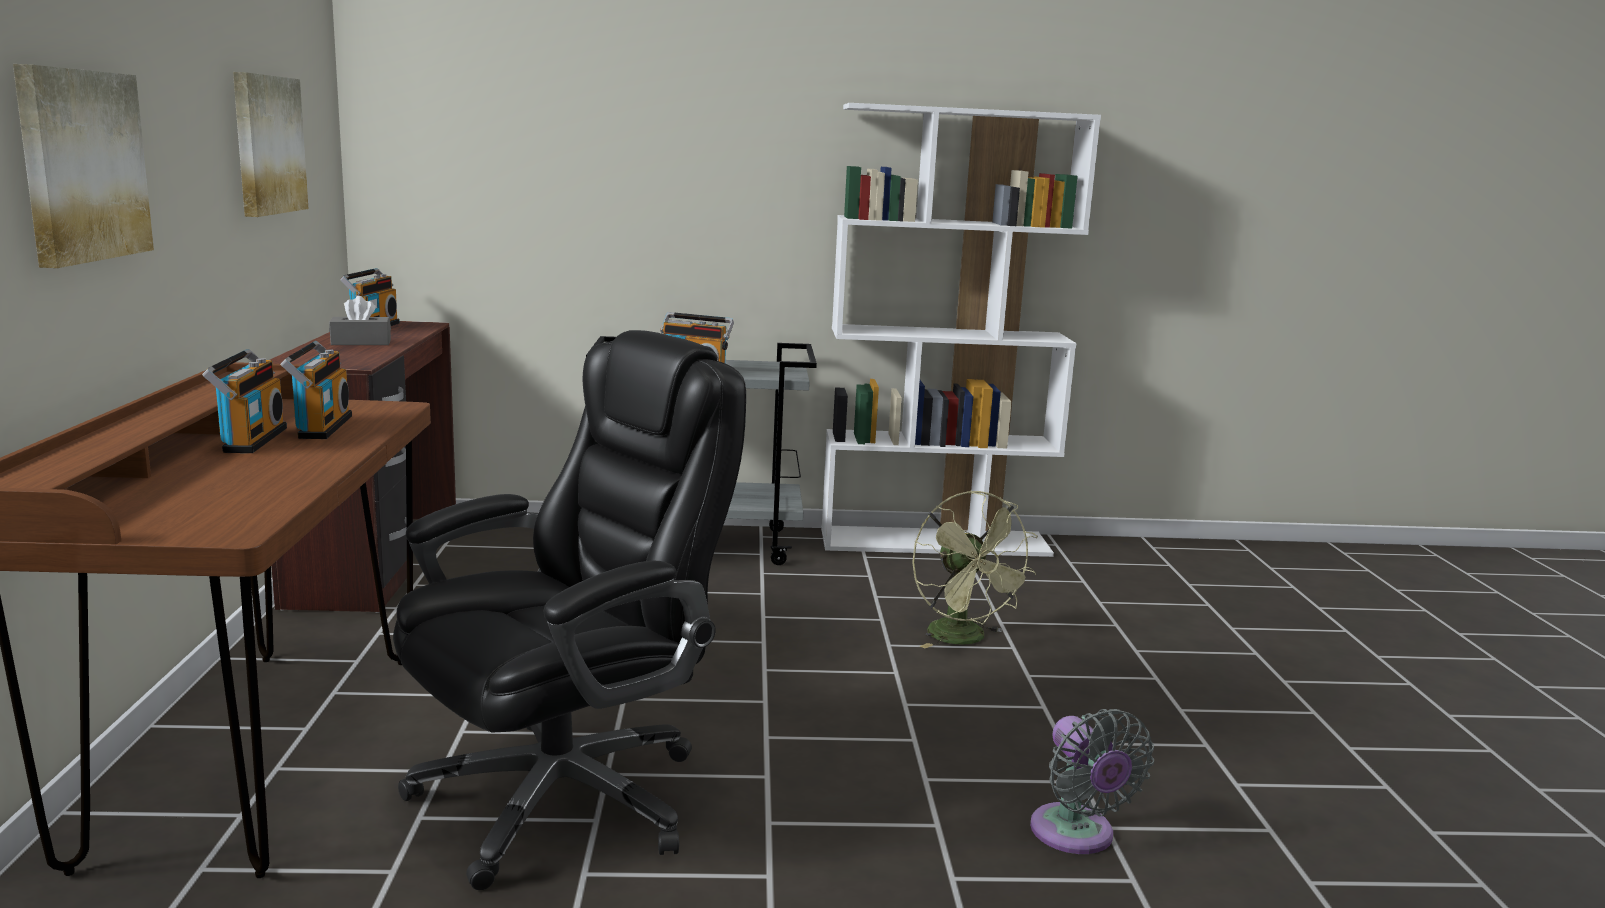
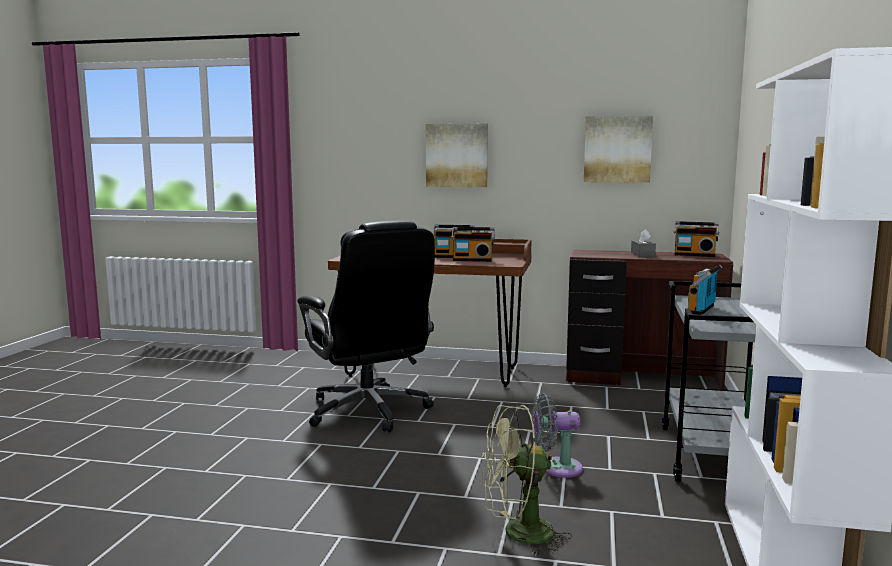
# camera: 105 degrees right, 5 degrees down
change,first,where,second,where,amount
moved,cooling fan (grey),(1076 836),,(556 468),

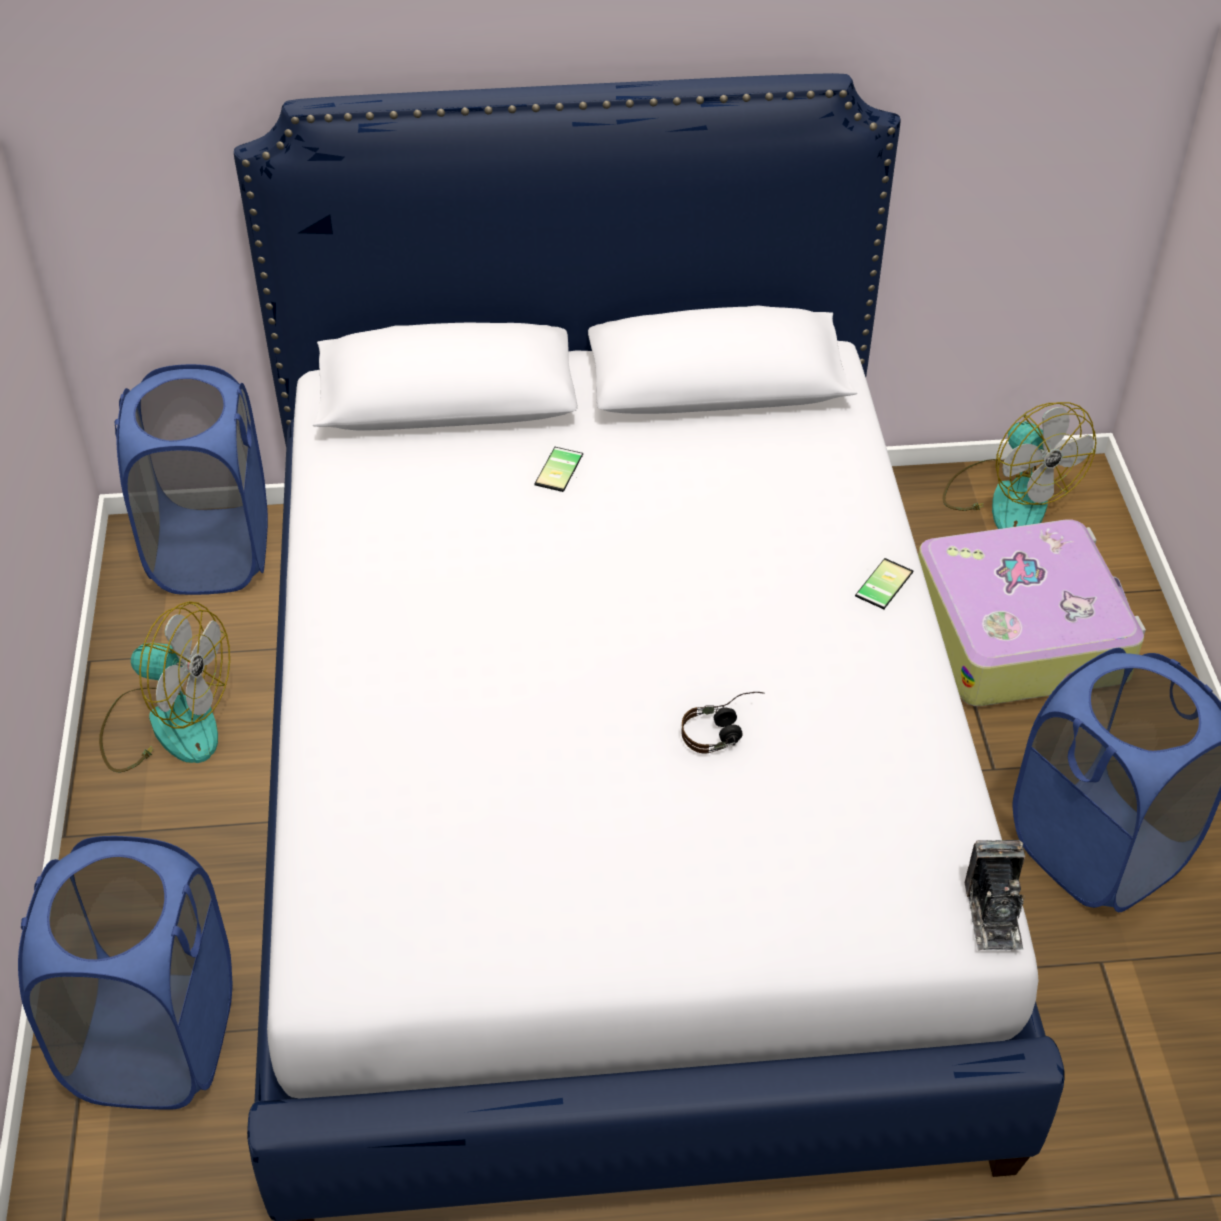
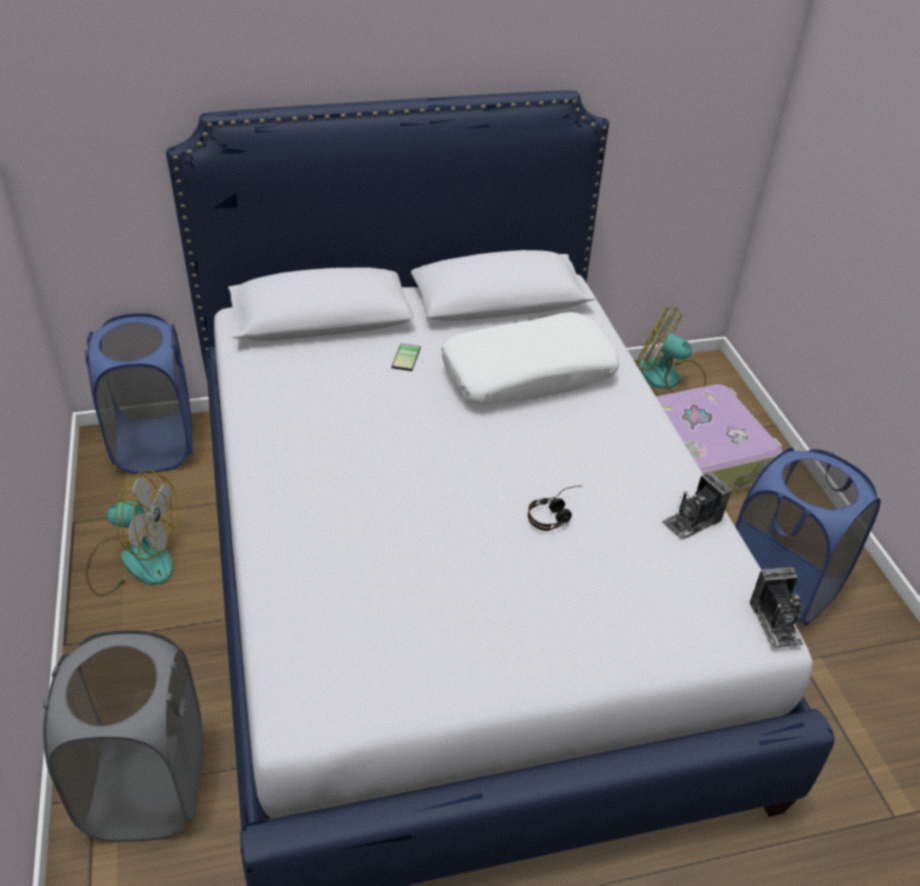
# camera: 10 degrees left, 5 degrees down
change,first,where,second,where,amount
turned,cooling fan,(1008 497),,(669 378),150 degrees clockwise
removed,handset,(881 582),,,
recoloured,hamper (blue-coloured),(154 1040),hamper (grey),(147 787),
added,,,pillow (whitish),(528 373),
added,,,still camera,(692 521),

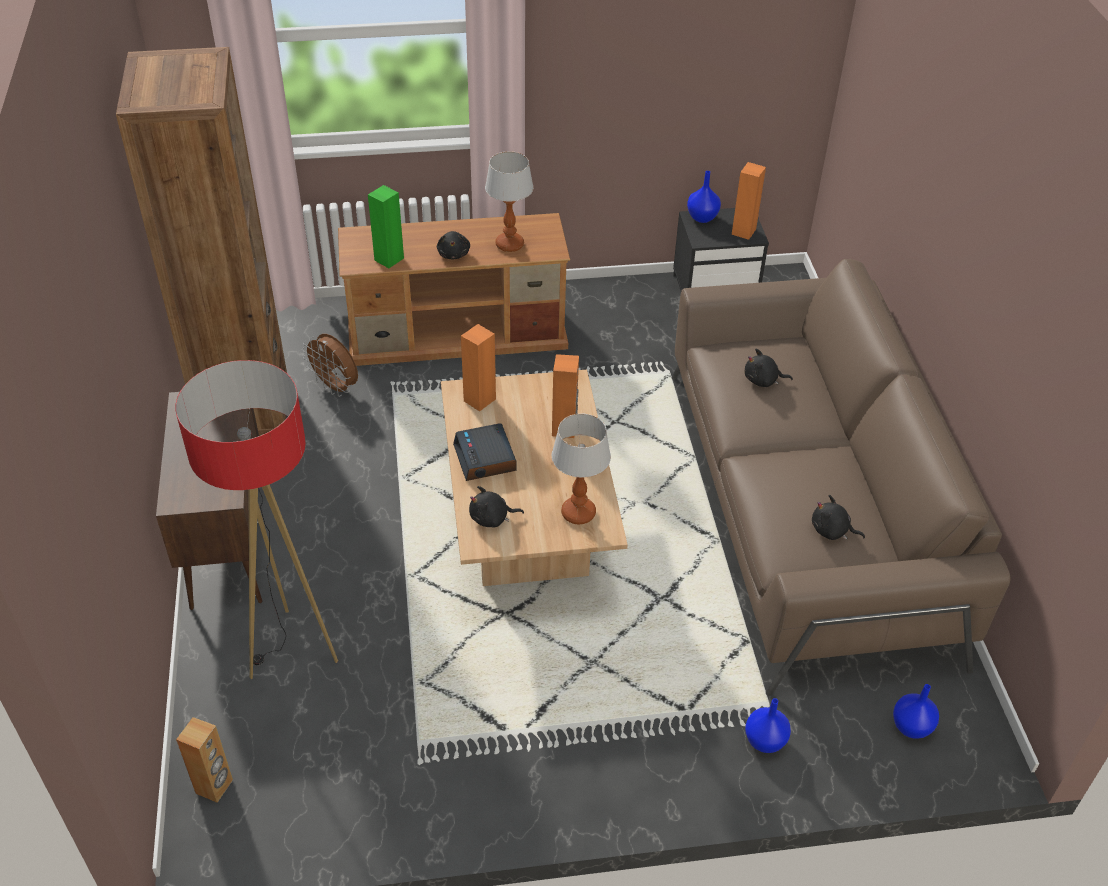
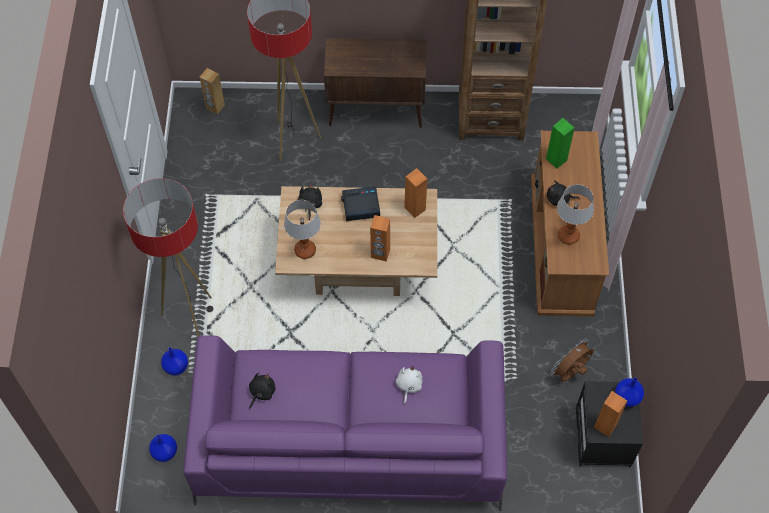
# camera: 100 degrees right, 15 degrees up
change,first,where,second,where,amount
recoloured,couch (brown),(806 510),couch (purple-coloured),(349 441),
moved,cooling fan (brown),(336 387),,(570 373),
recoloured,cuddly toy (black),(763 380),cuddly toy (whitish),(408 386),
added,,,floor lamp,(191 318),

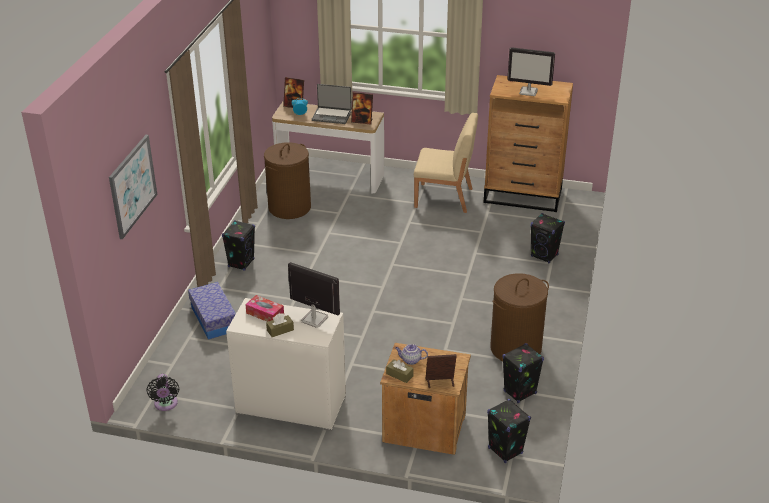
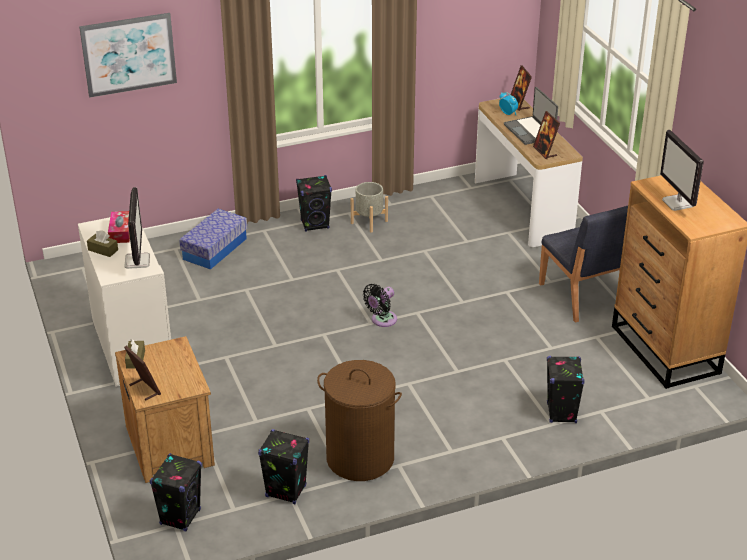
# camera: 55 degrees right, 0 degrees up
change,first,where,second,where,amount
recoloured,upright chair (beige),(444 198),upright chair (blue-coloured),(584 296),
removed,hamper (brown),(289 207),,,
removed,pot for tea,(410 360),,,
moved,cooling fan (black),(166 404),,(382 320),
added,,,planter (grey),(369 222),

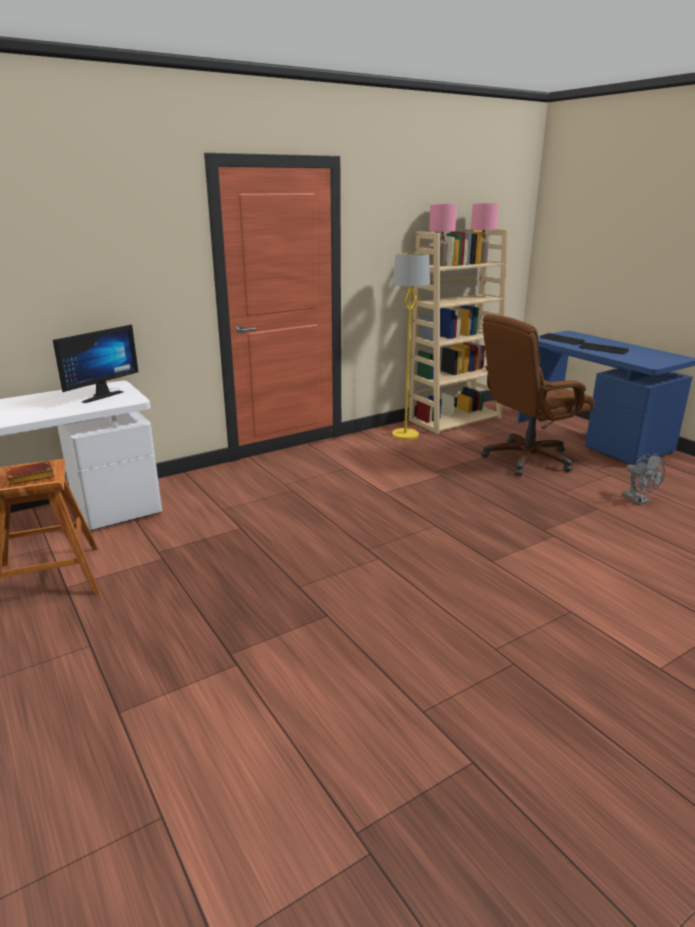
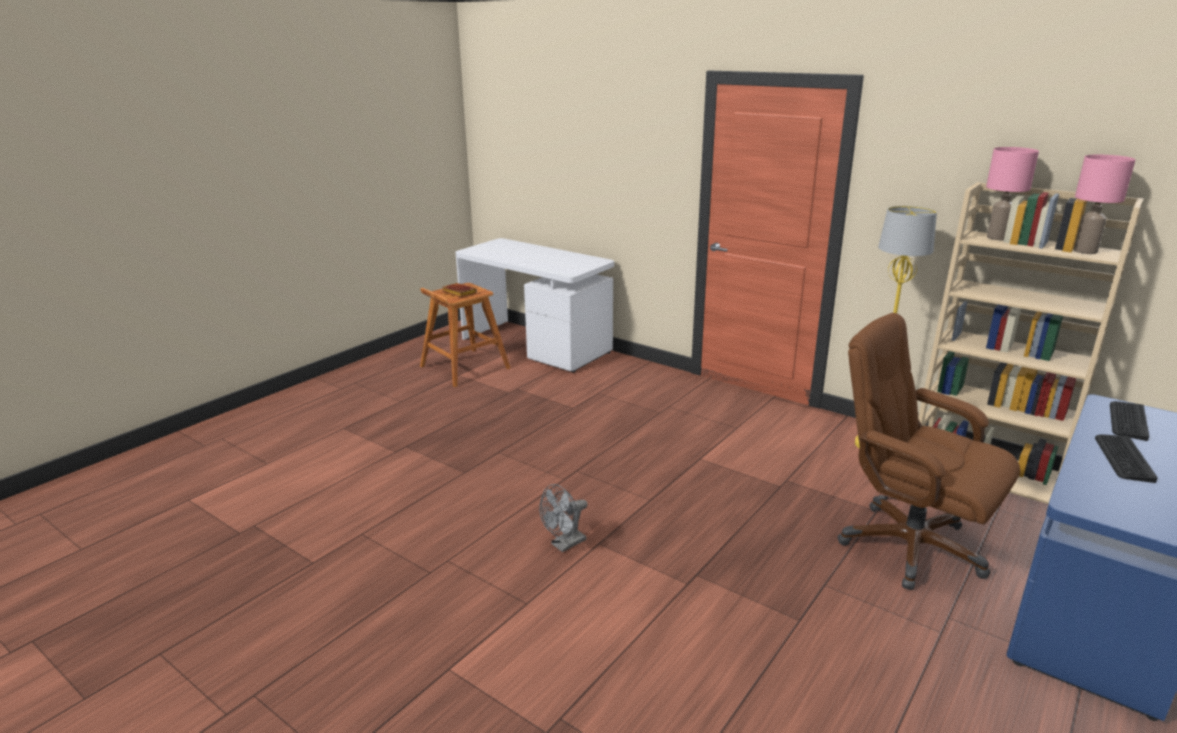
# camera: 70 degrees right, 0 degrees up
change,first,where,second,where,amount
removed,monitor,(99 396),,,
moved,cooling fan (grey),(638 500),,(564 545),

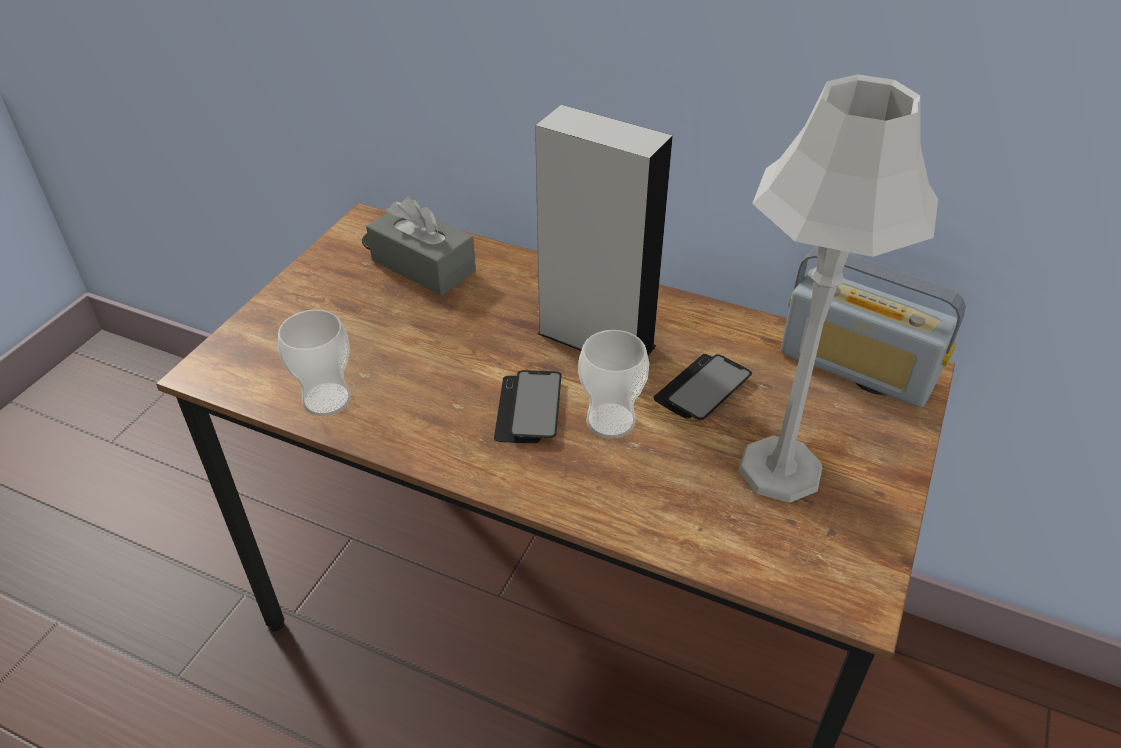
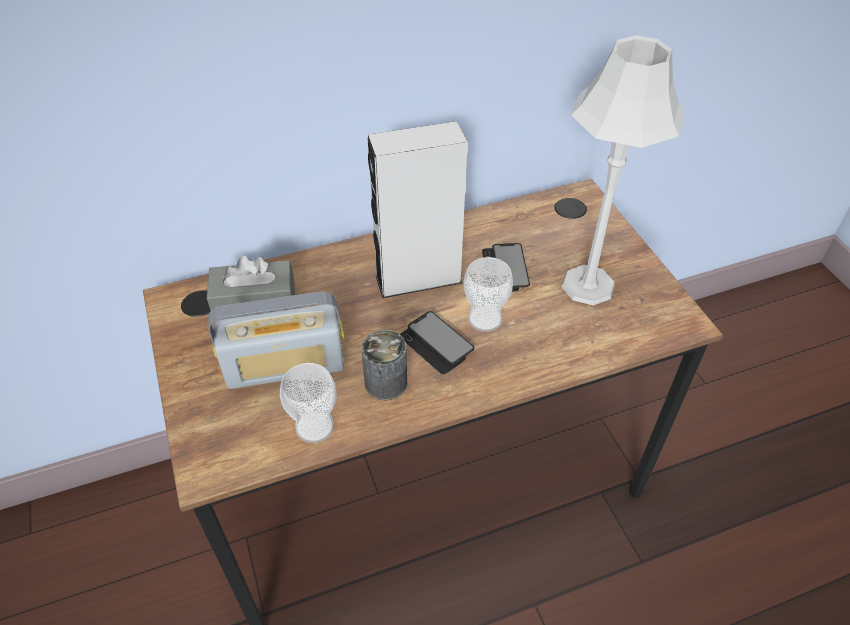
# camera: 45 degrees left, 5 degrees up
change,first,where,second,where,amount
moved,radio,(857 368),,(285 366),
added,,,metal can,(386 382),

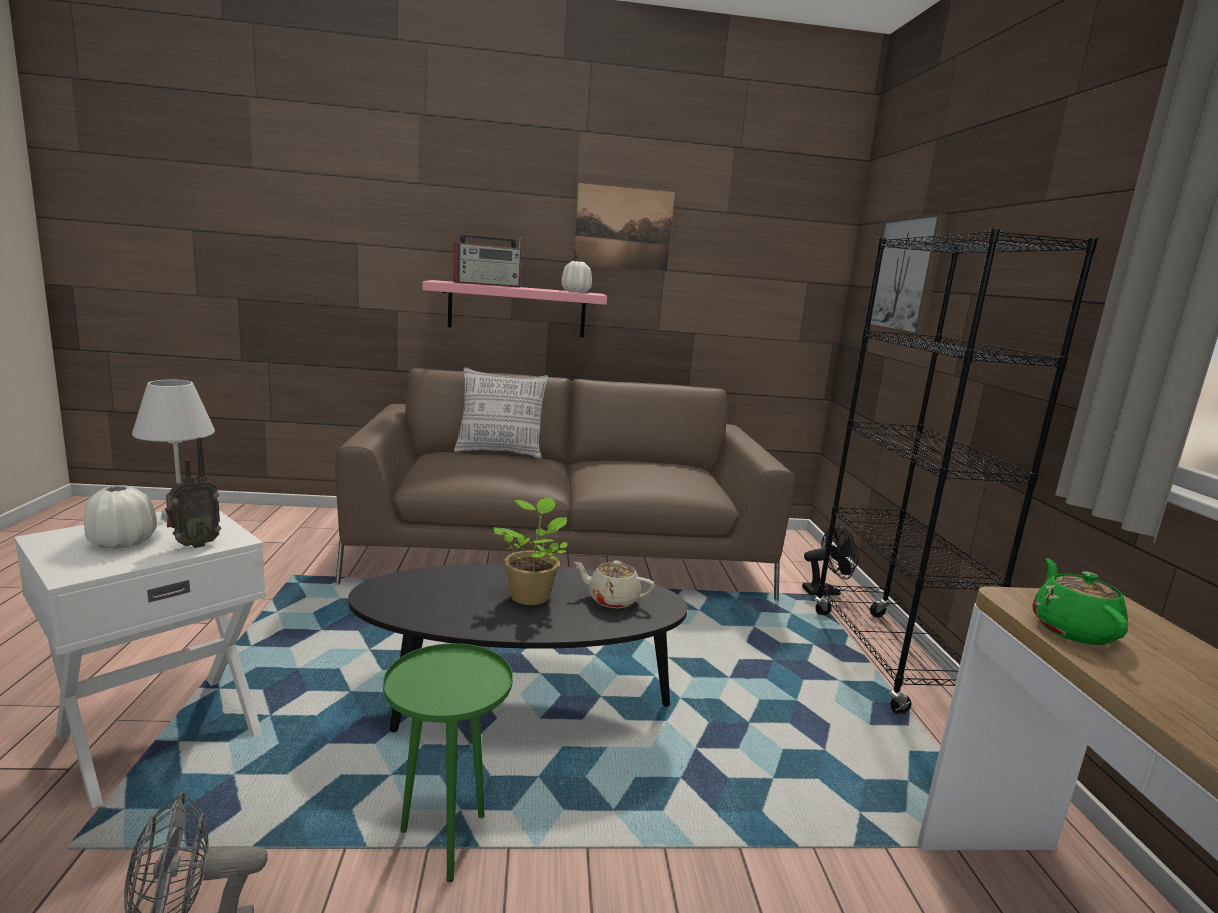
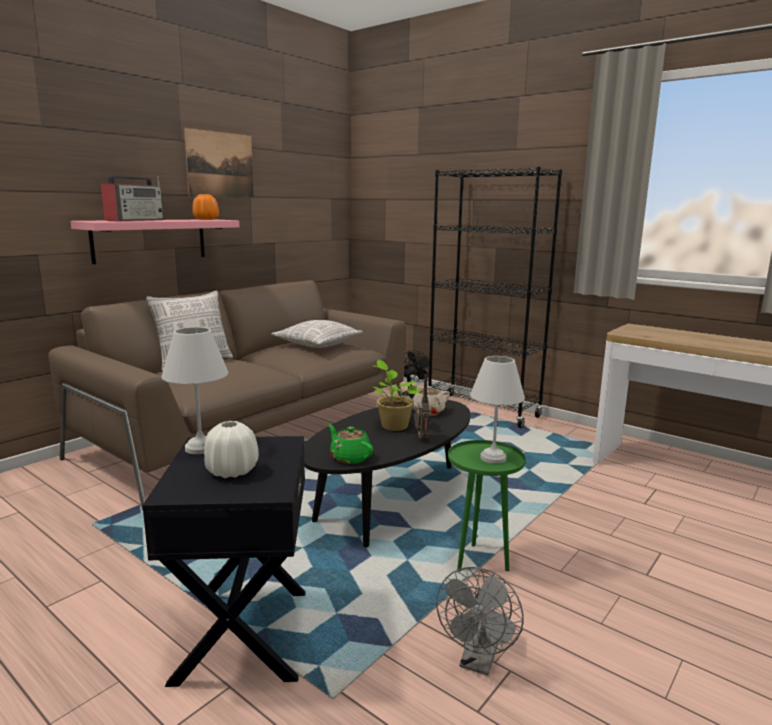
# camera: 45 degrees left, 0 degrees up
change,first,where,second,where,amount
removed,wall art,(906 275),,,
recoloured,vase (whitish),(575 292),vase (orangey),(206 219),
moved,radio,(194 544),,(421 440),
recoloured,side table (whitish),(160 733),side table (black),(241 635),
moved,pot for tea (green),(1072 630),,(350 457),
added,,,pillow,(318 345),
added,,,table lamp (whitish),(494 458),

